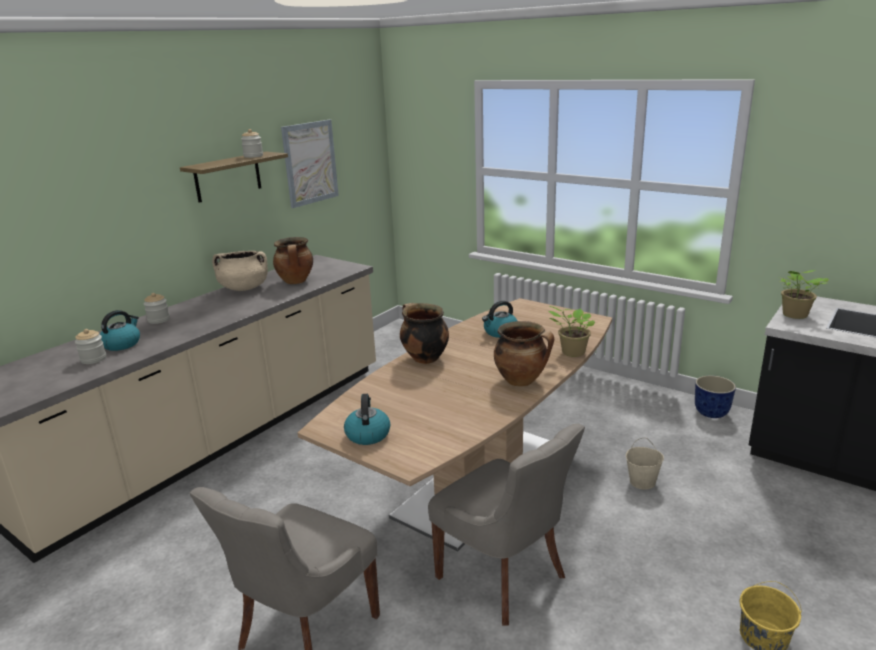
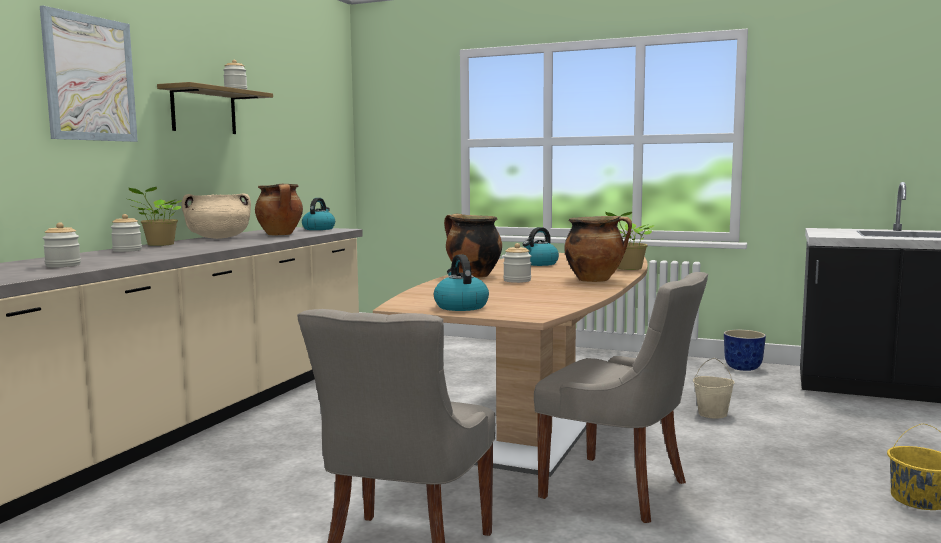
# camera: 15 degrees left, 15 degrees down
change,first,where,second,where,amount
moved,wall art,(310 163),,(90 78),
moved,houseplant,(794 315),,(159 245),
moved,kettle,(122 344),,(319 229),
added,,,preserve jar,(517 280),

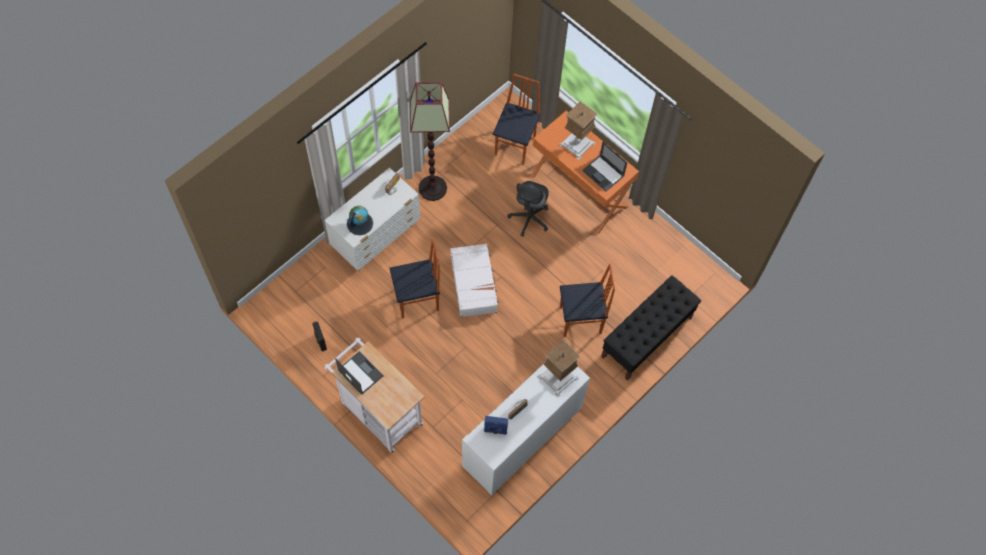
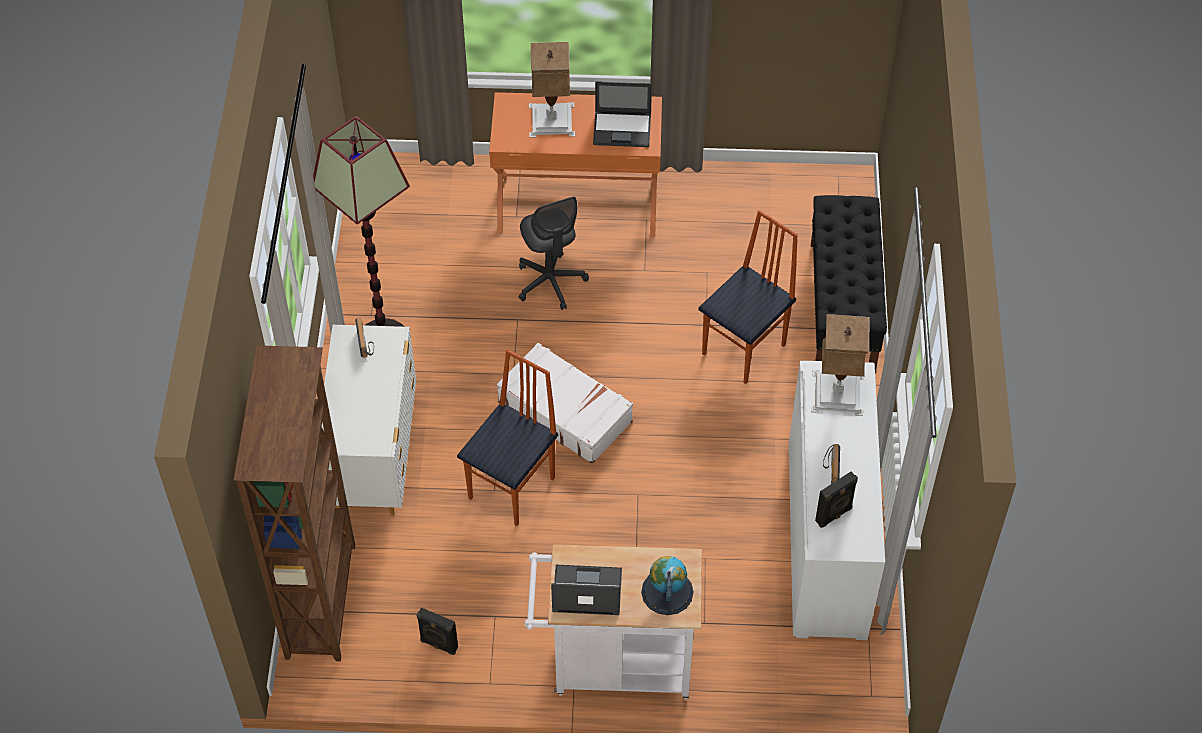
# camera: 40 degrees left, 10 degrees down
change,first,where,second,where,amount
removed,upright chair,(516 145),,,
moved,desk globe,(359 223),,(667 592),
recoloured,speaker (blue-coloured),(495 431),speaker (black),(834 515),
added,,,bookshelf (brown),(322 600),

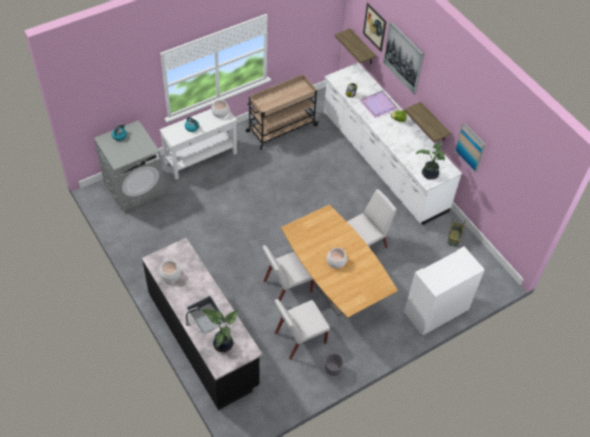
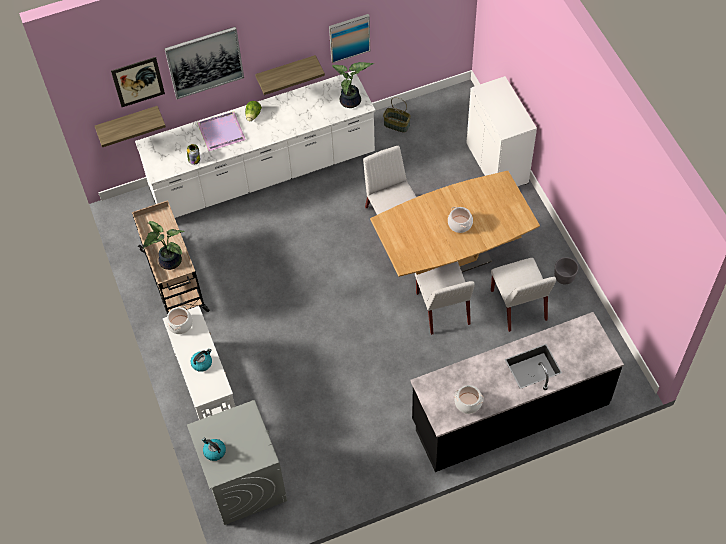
# camera: 75 degrees left, 5 degrees up
change,first,where,second,where,amount
moved,houseplant,(223 343),,(168 261),

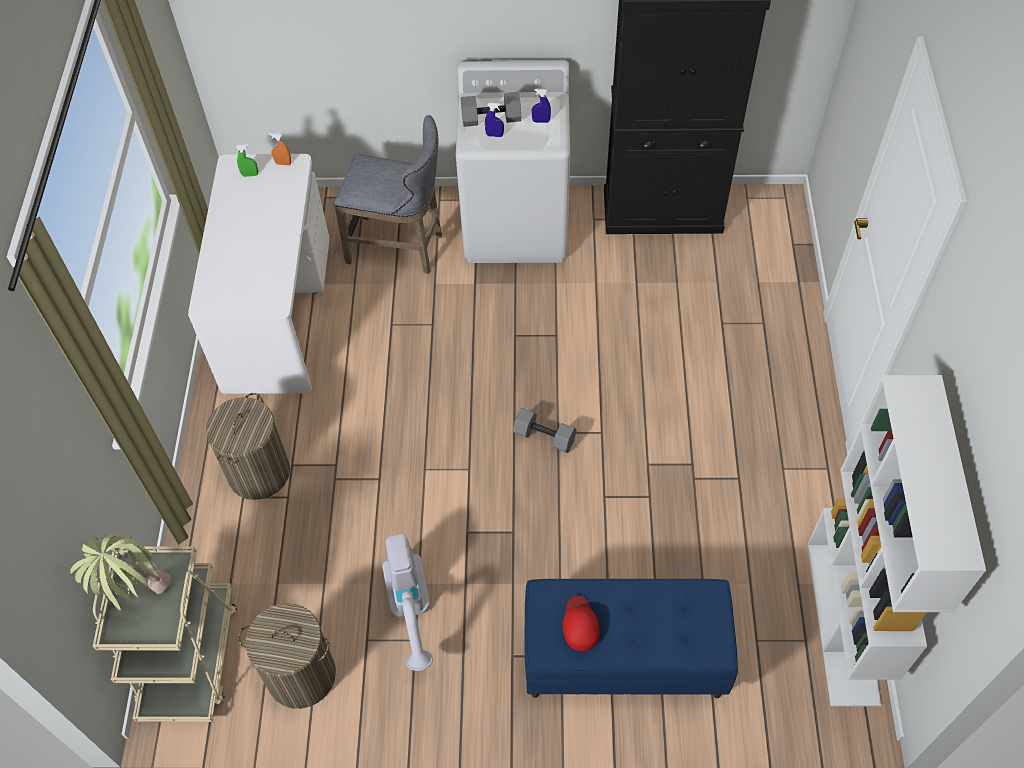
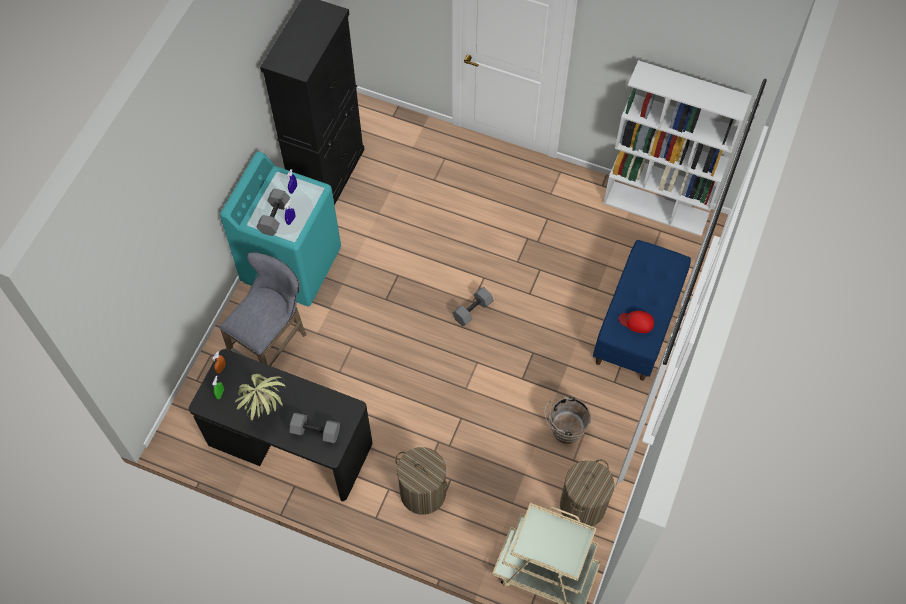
# camera: 70 degrees left, 5 degrees up
change,first,where,second,where,amount
recoloured,laundry appliance (whitish),(516 224),laundry appliance (blue-green),(292 264),
recoloured,desk table (whitish),(276 312),desk table (black),(289 444),
moved,houseplant,(138 598),,(266 414),
replaced,vacuum,(411 611),bucket (brown),(564 428),
added,,,dumbbell (grey),(316 431),

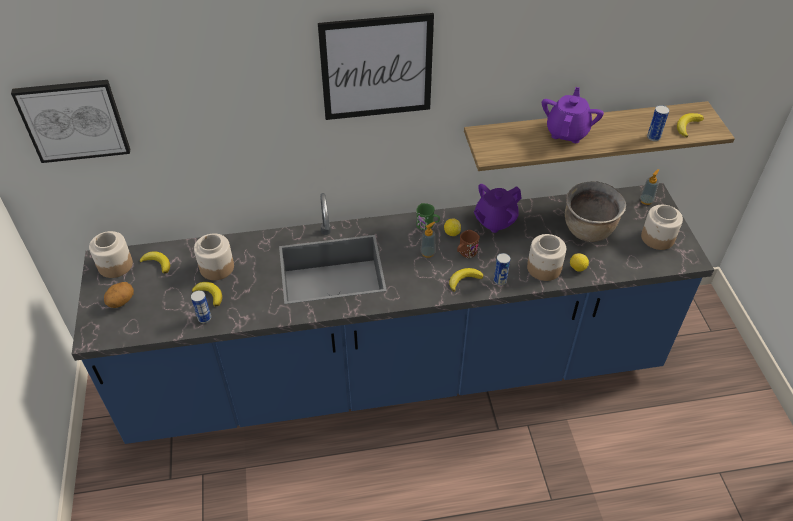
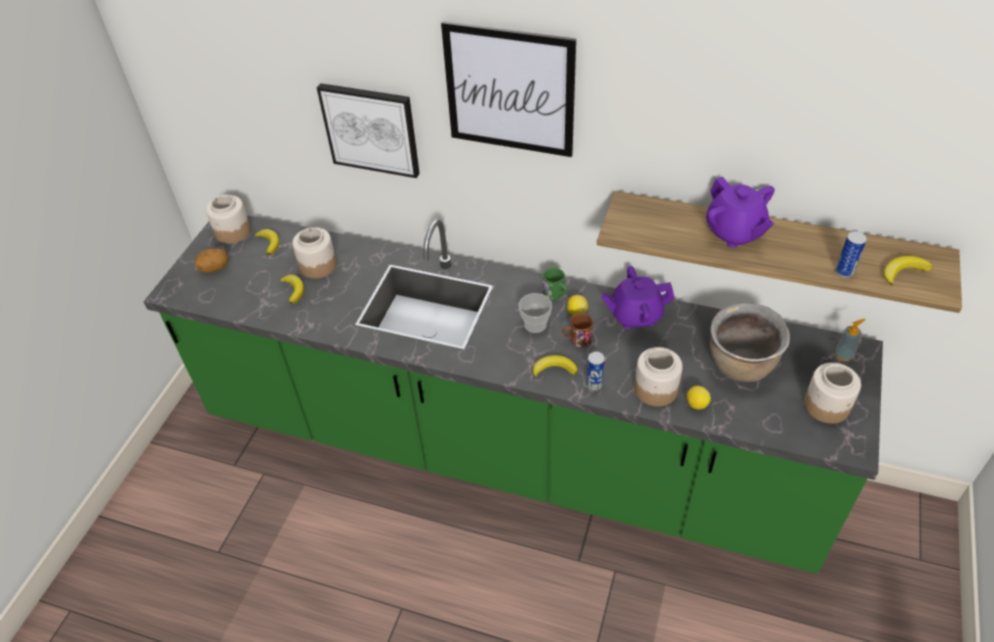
# camera: 30 degrees right, 0 degrees up
change,first,where,second,where,amount
moved,wall art,(74 120),,(371 129),
turned,pot for tea (purple-coloured),(567 132),,(734 232),105 degrees clockwise
recoloured,counter (blue-coloured),(396 374),counter (green),(504 454),
replaced,liquid soap bottle,(427 253),small cup,(535 324),
removed,metal can,(204 318),,,

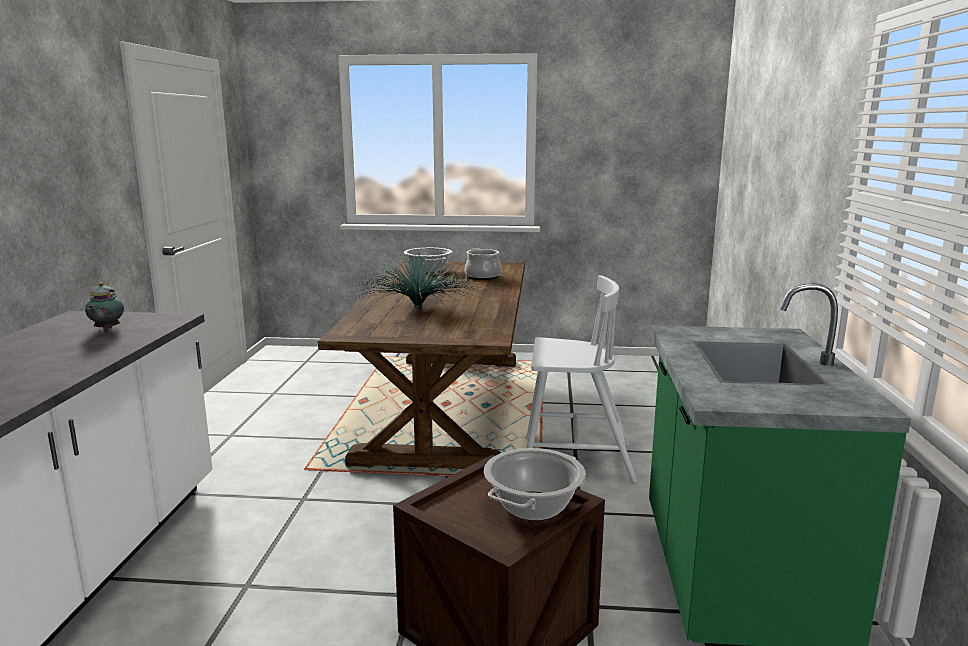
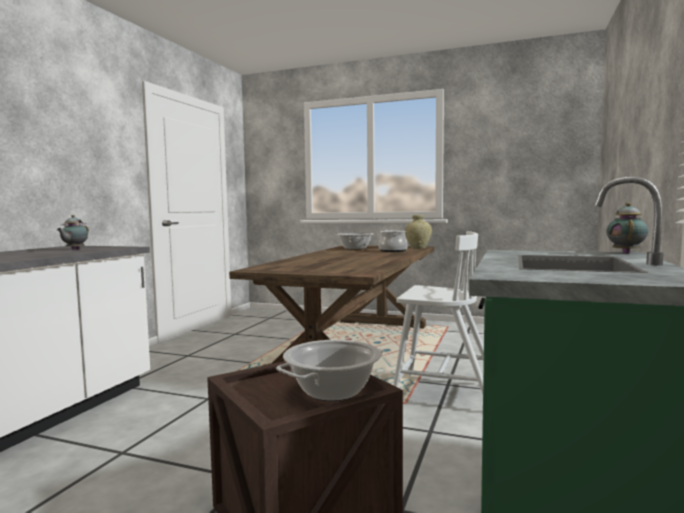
# camera: 15 degrees right, 10 degrees down
change,first,where,second,where,amount
removed,houseplant,(418 306),,,
added,,,pot for tea,(626 253),
added,,,vase (beige),(418 248),

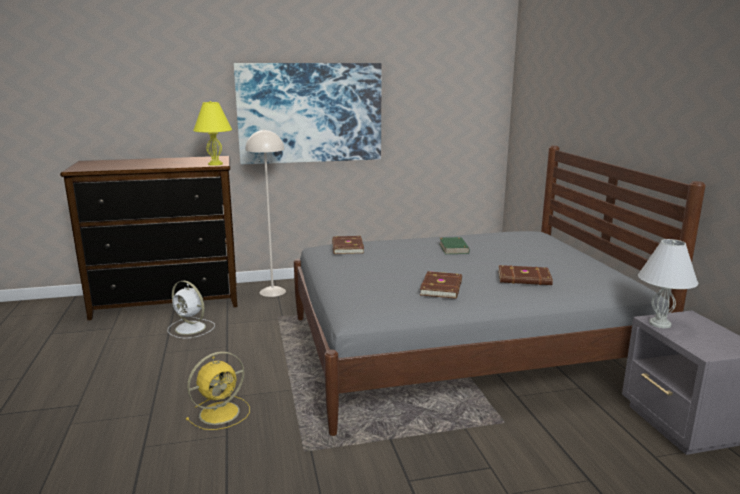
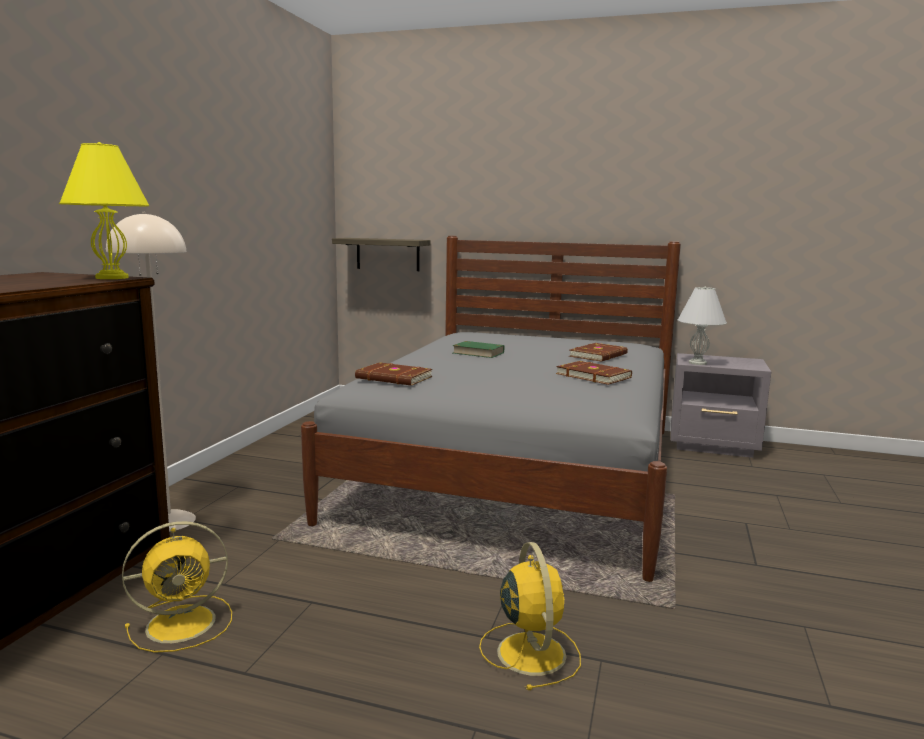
# camera: 60 degrees left, 5 degrees down
change,first,where,second,where,amount
removed,wall art,(310 113),,,
recoloured,cooling fan (whitish),(191 328),cooling fan (yellowish),(184 623),
added,,,bracket shelf,(388 254),

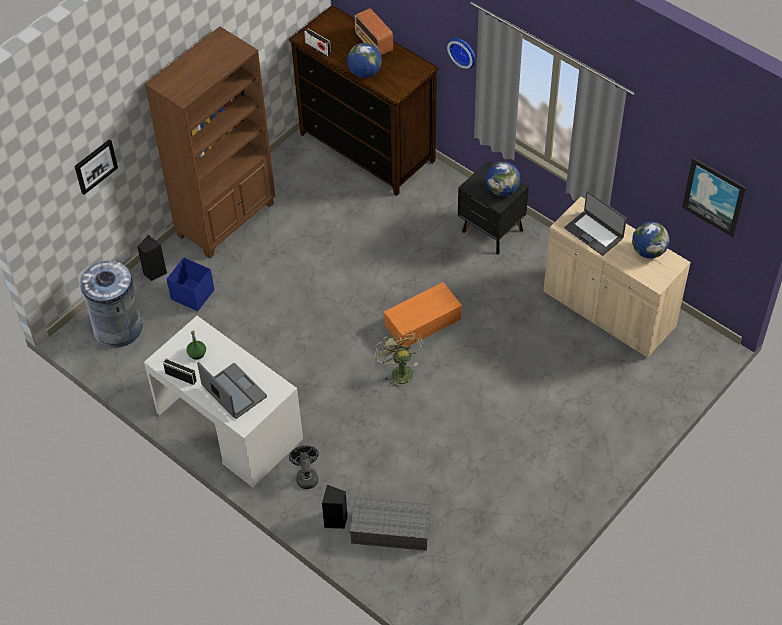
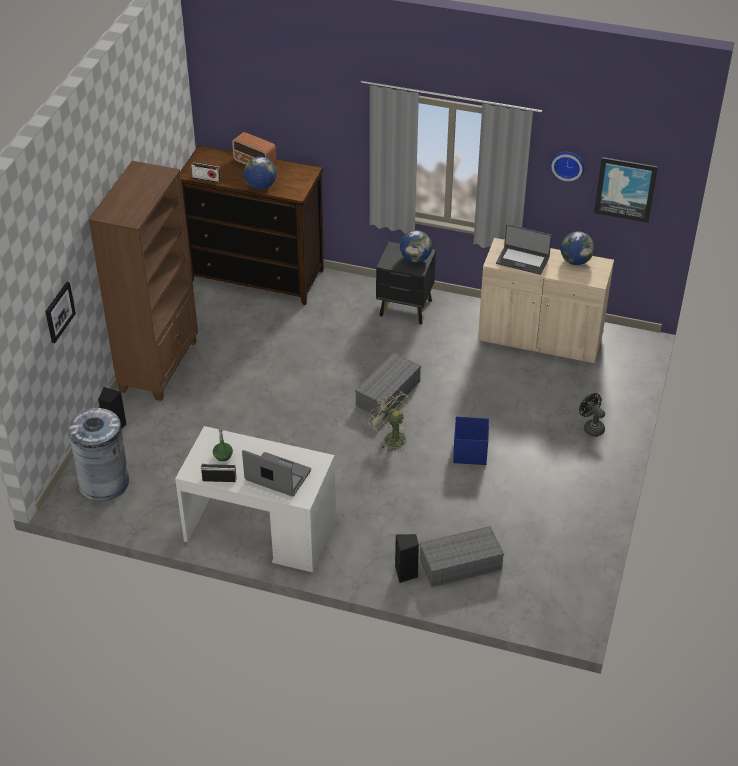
# camera: 25 degrees left, 10 degrees down
change,first,where,second,where,amount
moved,wall clock,(463 51),,(568 164),
moved,storage bin (blue-coloured),(193 295),,(470 453),
recoloured,storage bin (orangey),(422 323),storage bin (grey),(388 394),
moved,cooling fan (black),(306 476),,(591 427),

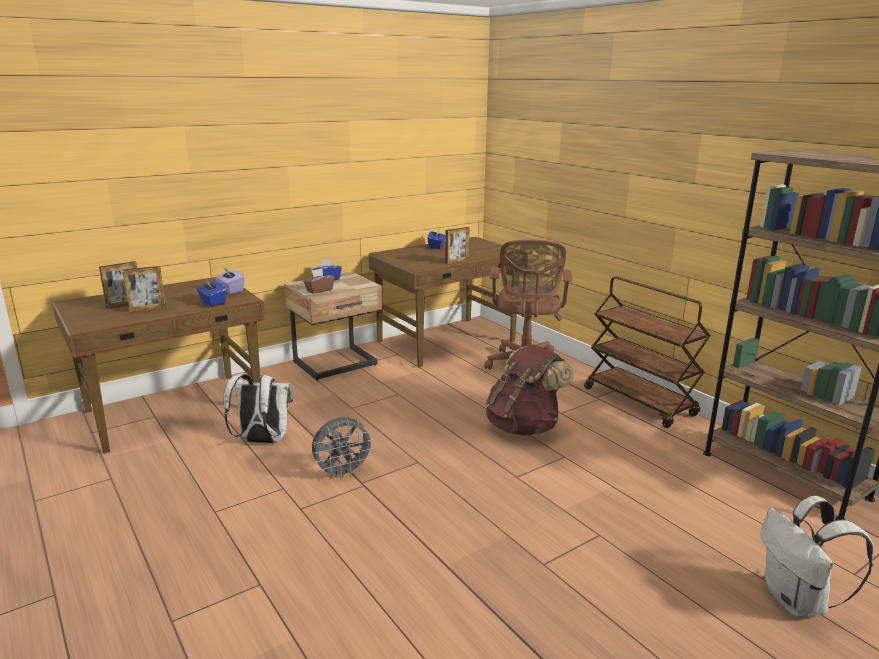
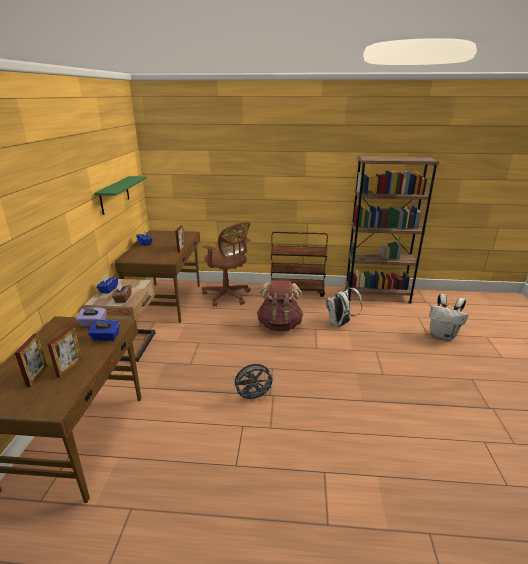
# camera: 50 degrees left, 5 degrees up
change,first,where,second,where,amount
moved,knapsack (whitish),(262 441),,(340 324),
turned,cooling fan (grey),(343 473),,(253 397),60 degrees clockwise
added,,,bracket shelf (green),(114 195),

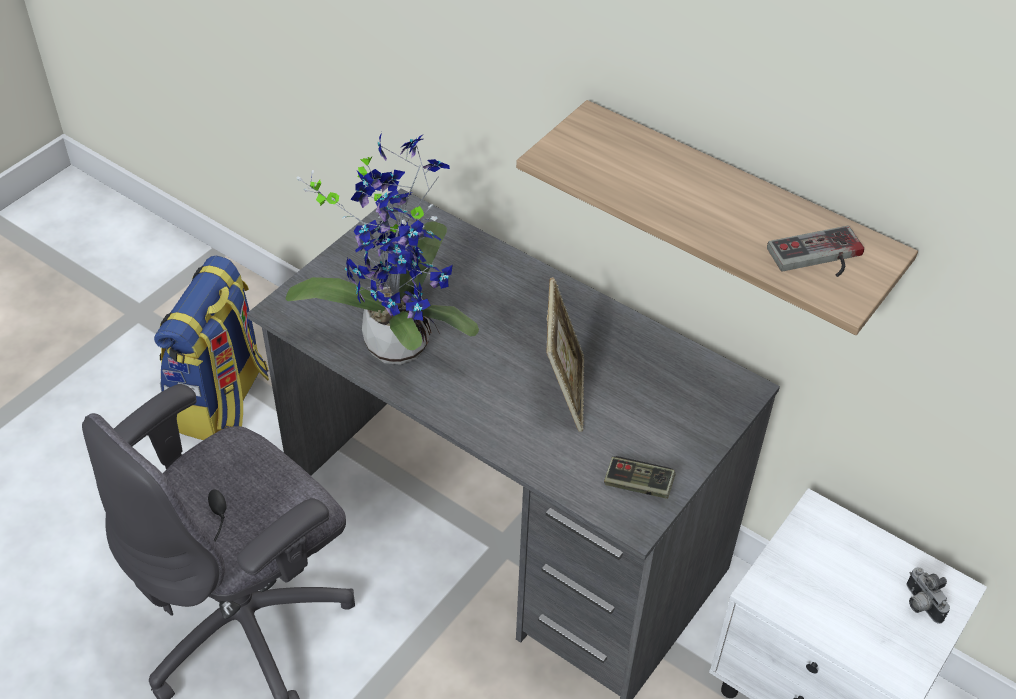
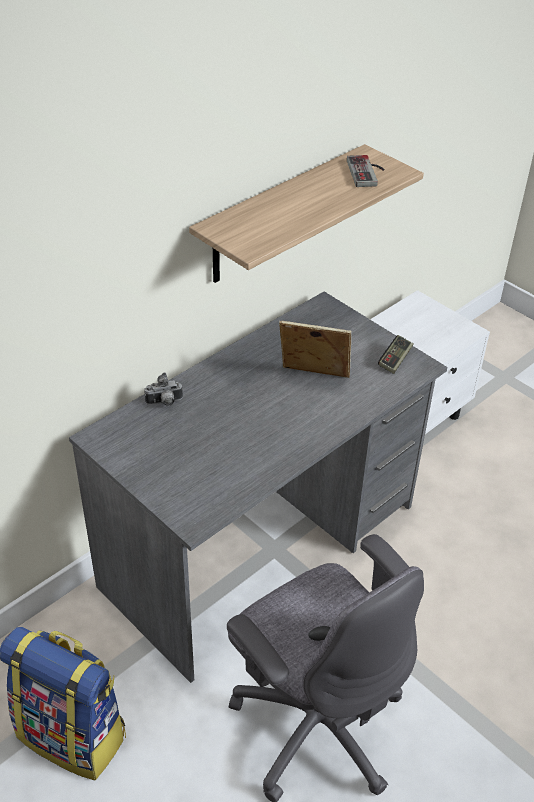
# camera: 80 degrees left, 5 degrees down
change,first,where,second,where,amount
removed,houseplant,(397 337),,,
moved,still camera,(919 604),,(164 403),

